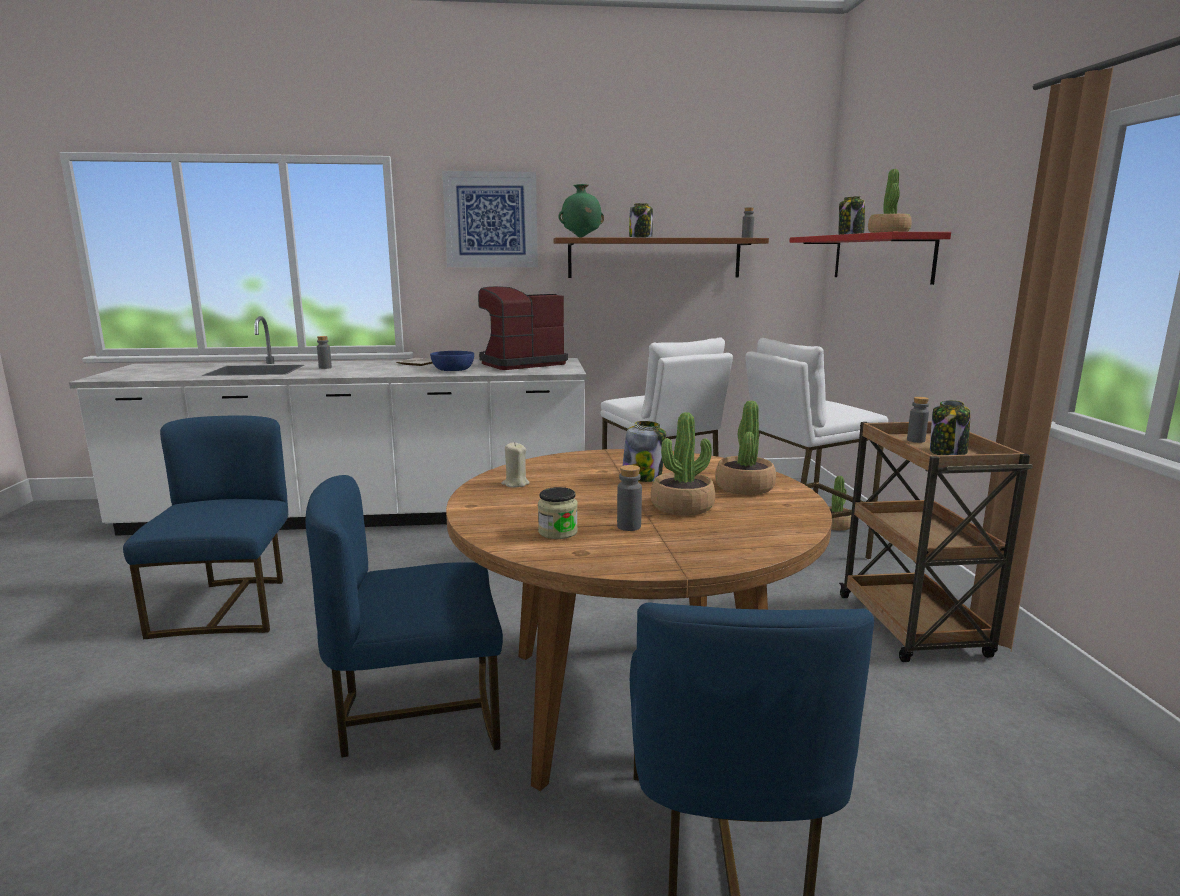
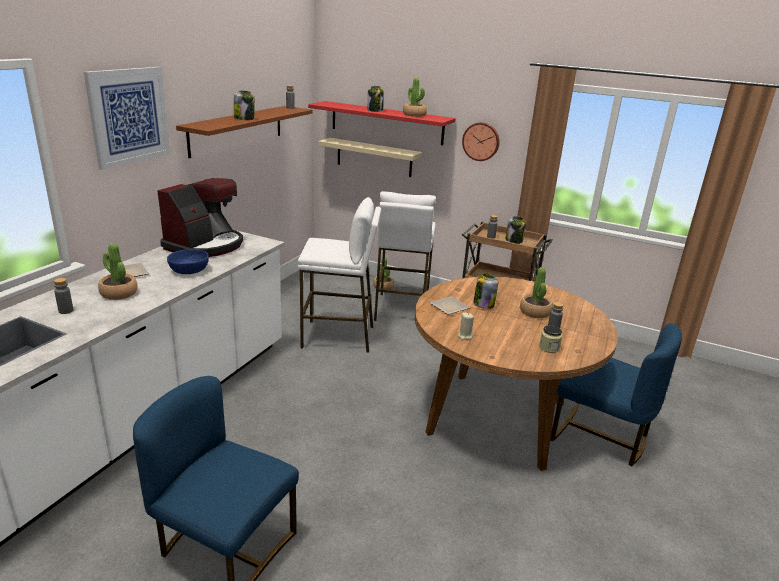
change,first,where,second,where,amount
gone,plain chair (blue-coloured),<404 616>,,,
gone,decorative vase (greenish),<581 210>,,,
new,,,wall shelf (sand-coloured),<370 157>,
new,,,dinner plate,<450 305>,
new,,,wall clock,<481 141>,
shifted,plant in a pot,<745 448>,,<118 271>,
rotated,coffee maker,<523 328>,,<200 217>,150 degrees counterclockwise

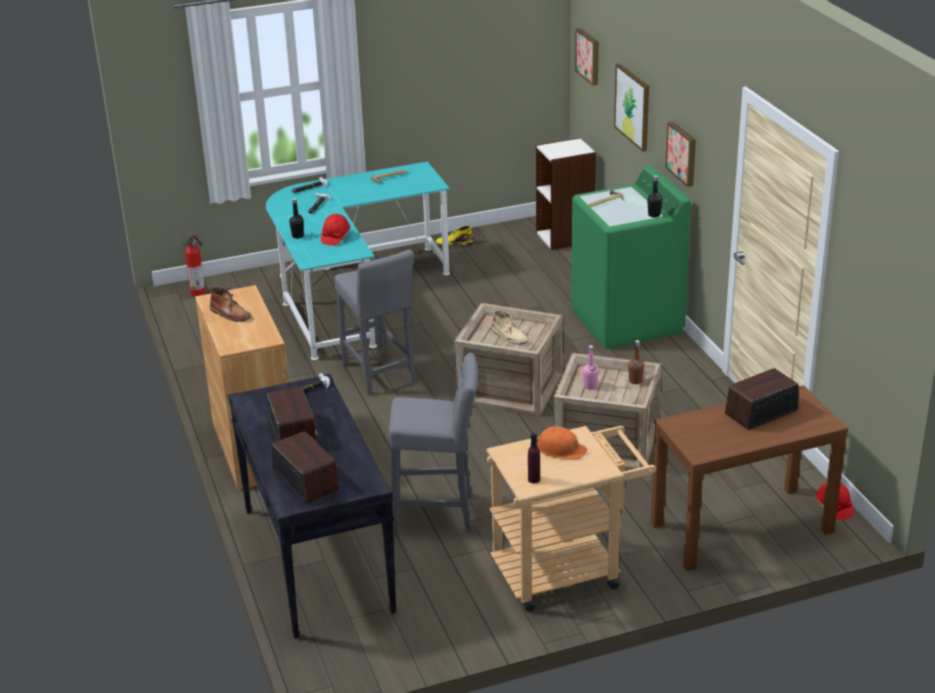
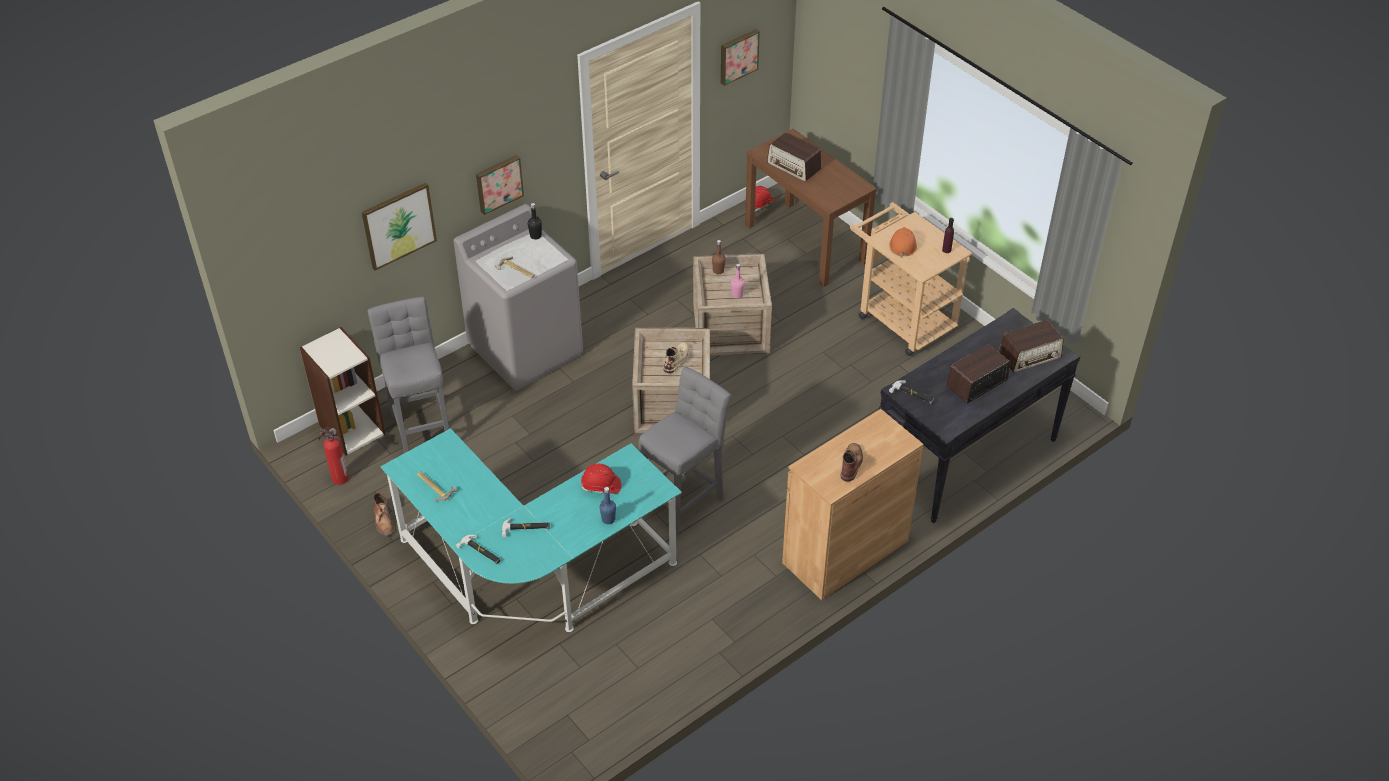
change,first,where,second,where,amount
shifted,fire extinguisher,<194 265>,,<334 456>,
shifted,stool seat (gray),<433 442>,,<408 375>,
shifted,picture,<587 57>,,<740 57>,
repainted,bottle (black-coloured),<296 218>,bottle (blue-coloured),<607 505>,
repainted,tall boot (yellow),<455 236>,tall boot (brownish),<384 514>,
repainted,washing machine (greenish),<631 257>,washing machine (gray),<518 297>,
rotated,radio set,<305 467>,,<1031 346>,150 degrees counterclockwise

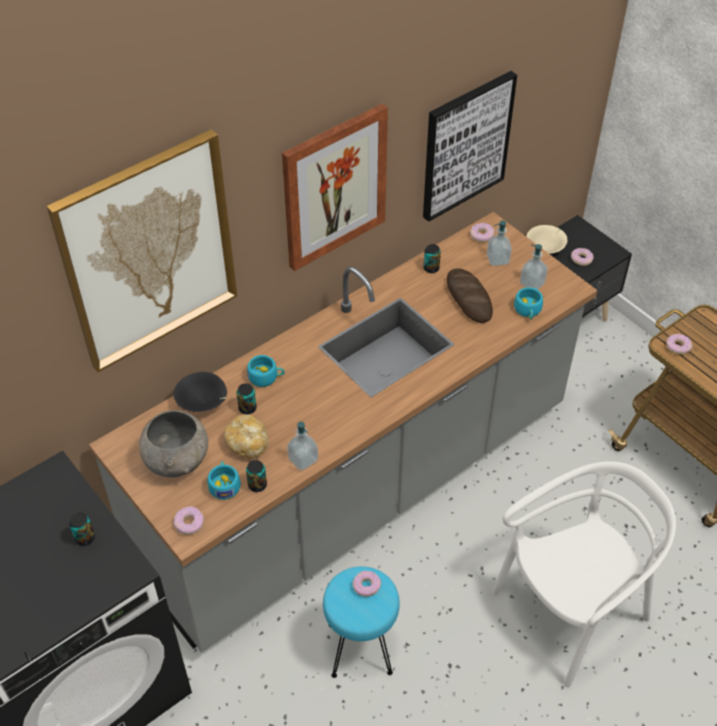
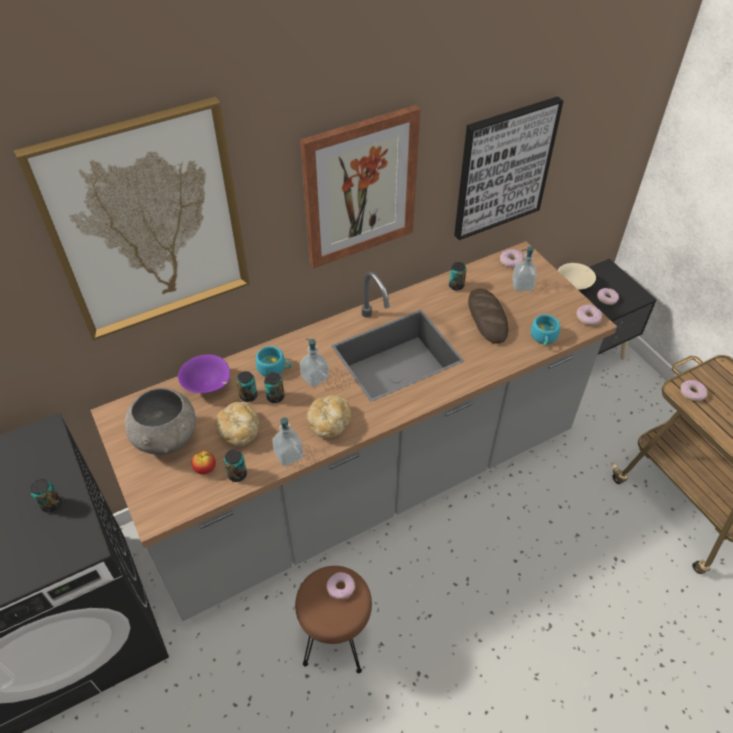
change,first,where,second,where,amount
gone,plain chair (white),<584 574>,,,
new,,,sealed can,<274 387>,
new,,,bakery bread,<329 416>,
shifted,ring doughnut,<189 520>,,<589 315>,
shifted,soap bottle,<534 267>,,<314 362>,
swapped,drinking cup (blue-green),<224 480>,apple,<204 462>,
repainted,serving bowl (black-coloured),<200 392>,serving bowl (purple),<204 373>,
repainted,stool seat (blue-green),<361 622>,stool seat (brownish),<333 619>,

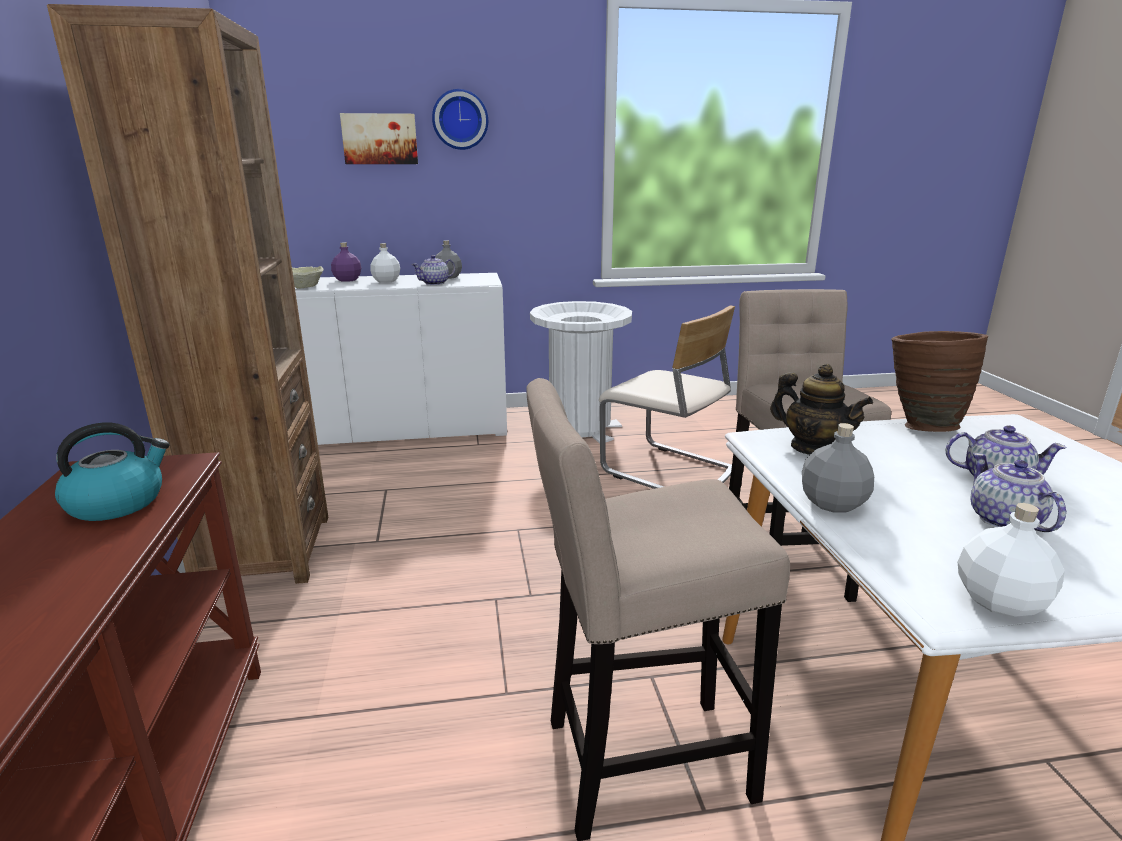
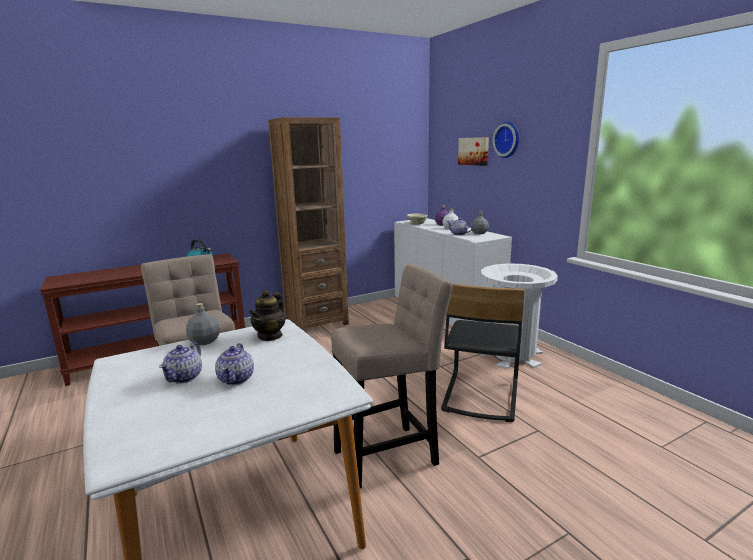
change,first,where,second,where,amount
gone,decorative vase (brownish),<939 381>,,,
gone,bottle (white),<1011 560>,,,
repainted,plain chair (sand-coloured),<667 397>,plain chair (black-coloured),<483 353>,
rotated,tea pot,<1018 492>,,<180 363>,135 degrees clockwise

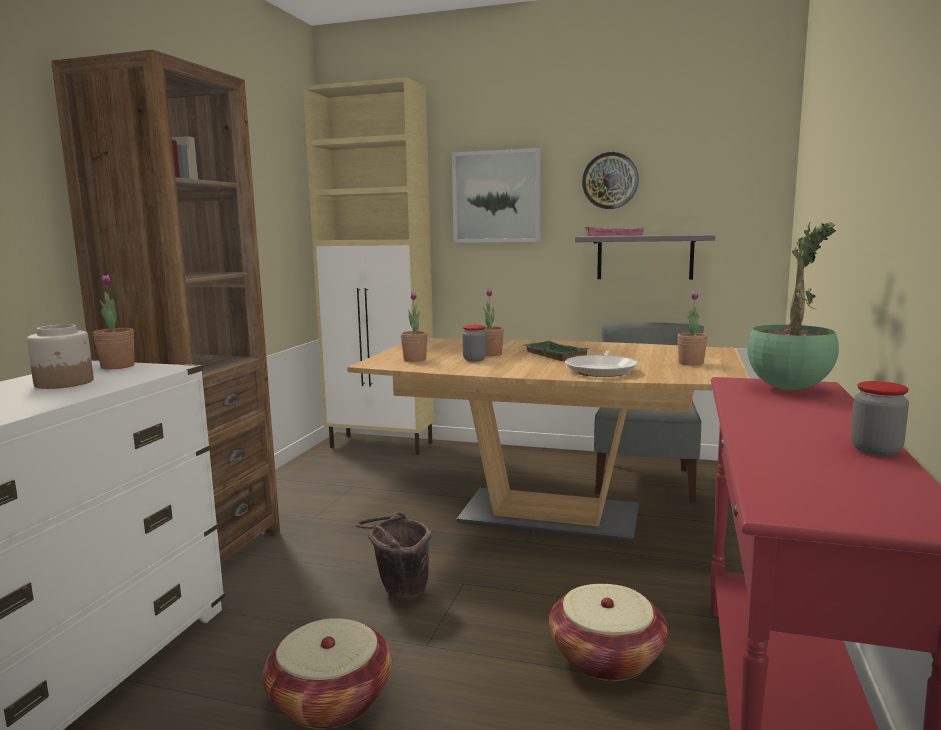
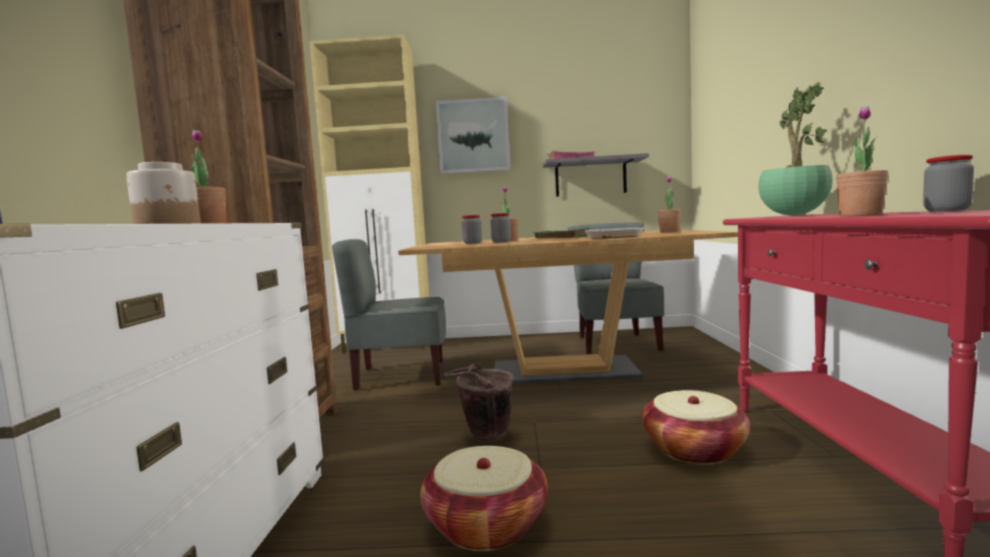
change,first,where,second,where,amount
gone,wall clock,<610 180>,,,
new,,,plain chair (gray),<389 315>,
new,,,storage jar,<472 229>,
shifted,plant in a pot,<414 327>,,<862 161>,

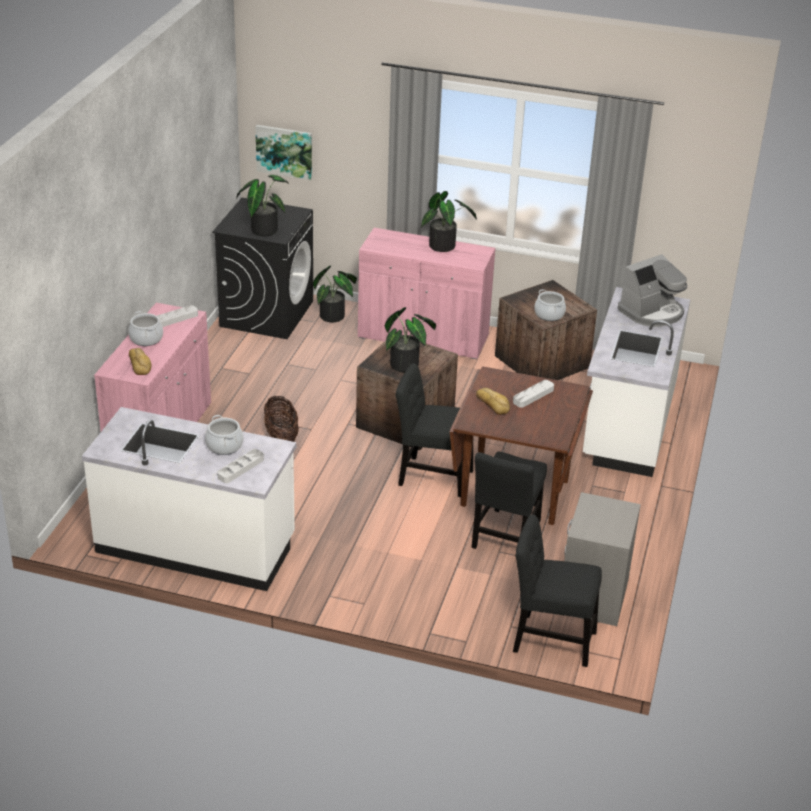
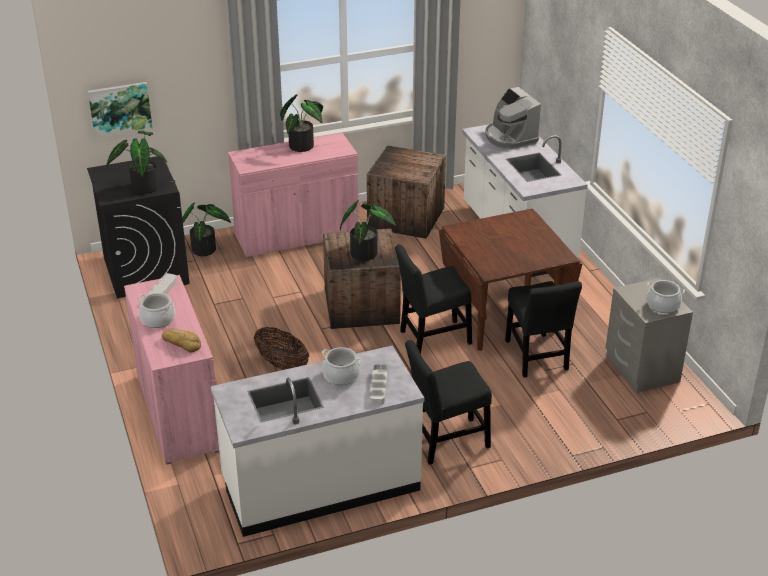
change,first,where,second,where,amount
gone,bakery bread,<493 401>,,,
gone,tray (gray),<533 394>,,,
shifted,plain chair (black-coloured),<557 590>,,<448 402>,
shifted,cooking pot,<550 305>,,<666 296>,
rotated,coffee maker,<652 290>,,<513 118>,135 degrees clockwise

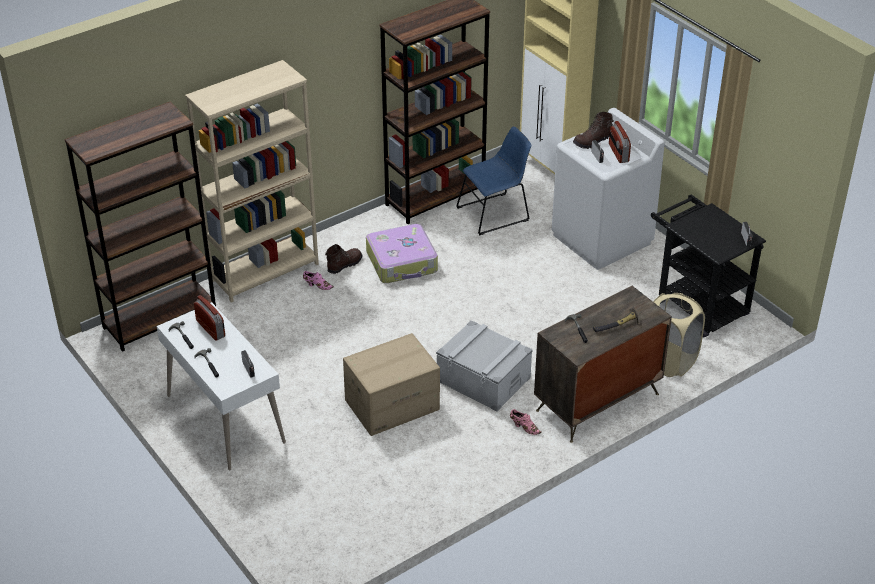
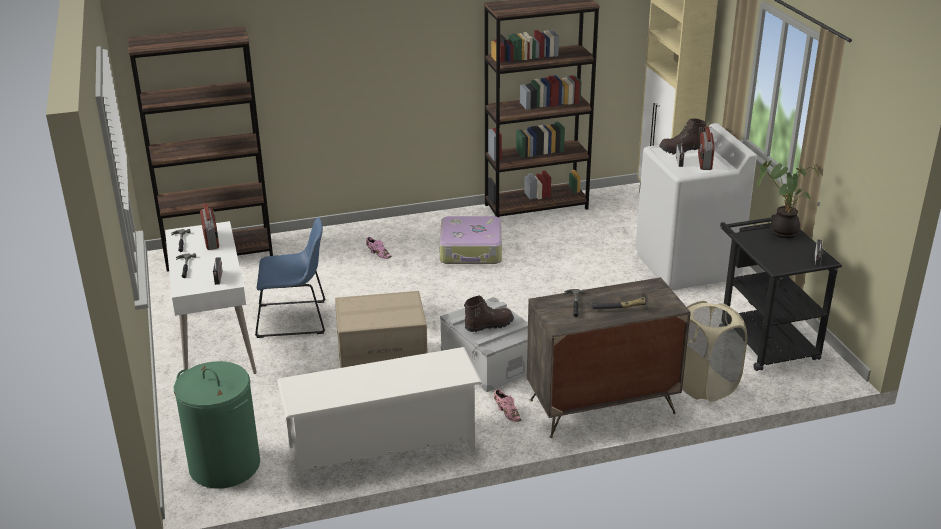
change,first,where,second,where,amount
gone,bookcase (sand-coloured),<252 181>,,,
new,,,laundry basket (greenish),<217 425>,
new,,,shoe rack (white),<379 416>,
new,,,plant in a pot,<788 199>,
shifted,tall boot (brownish),<343 259>,,<489 313>,
shifted,plain chair (blue-coloured),<493 180>,,<290 277>,

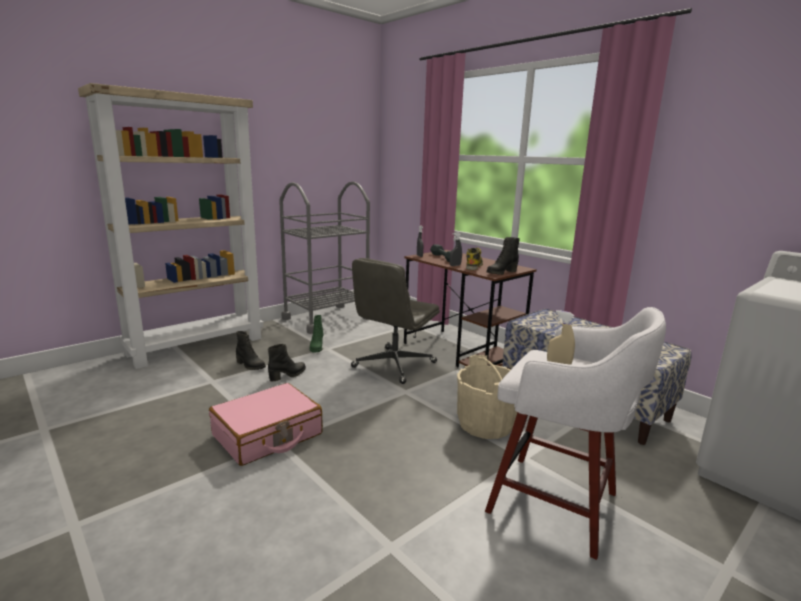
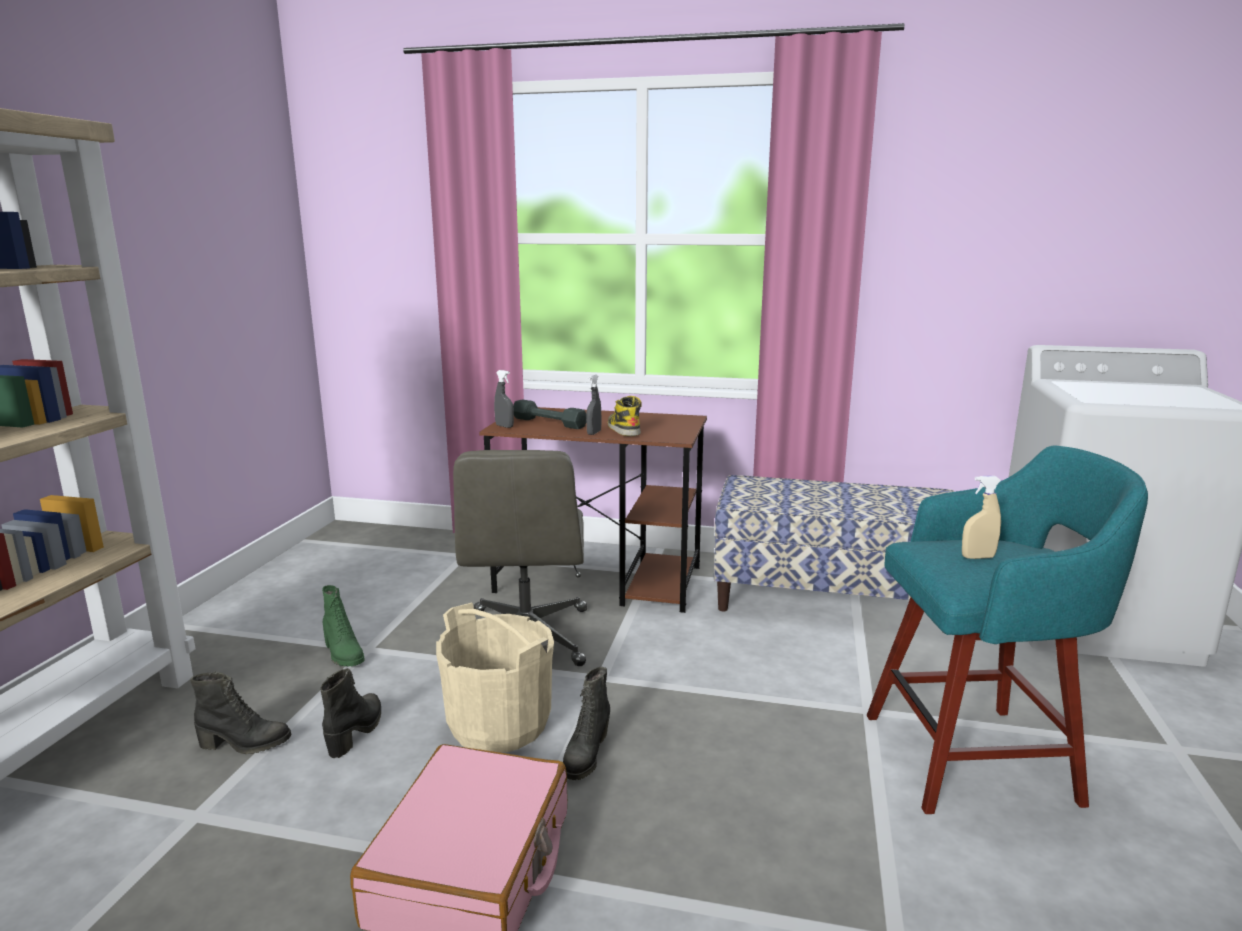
change,first,where,second,where,amount
gone,trolley (gray),<324 257>,,,
shifted,bucket (sand-coloured),<487 397>,,<495 678>,
shifted,tall boot (black-coloured),<503 256>,,<586 723>,
repainted,stool seat (white),<575 433>,stool seat (blue-green),<1007 630>,

